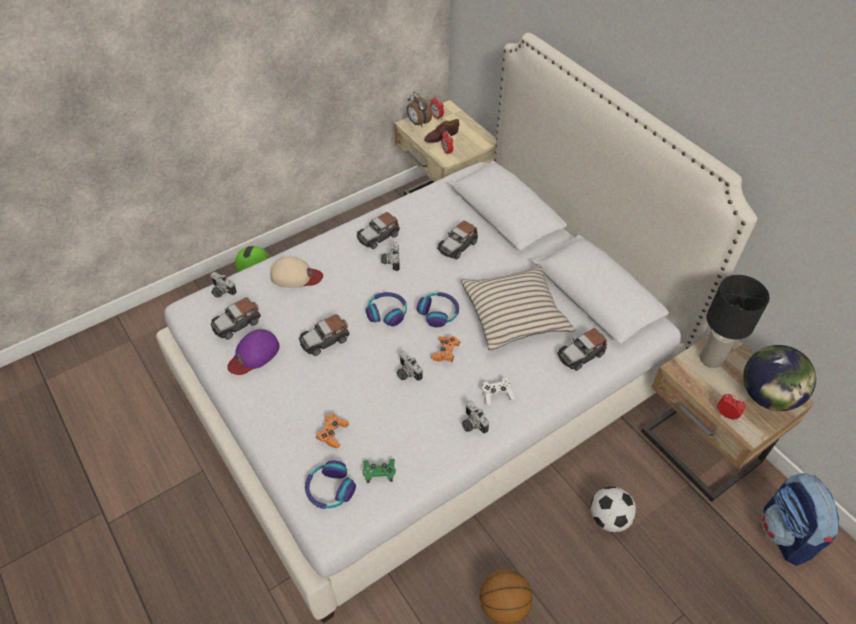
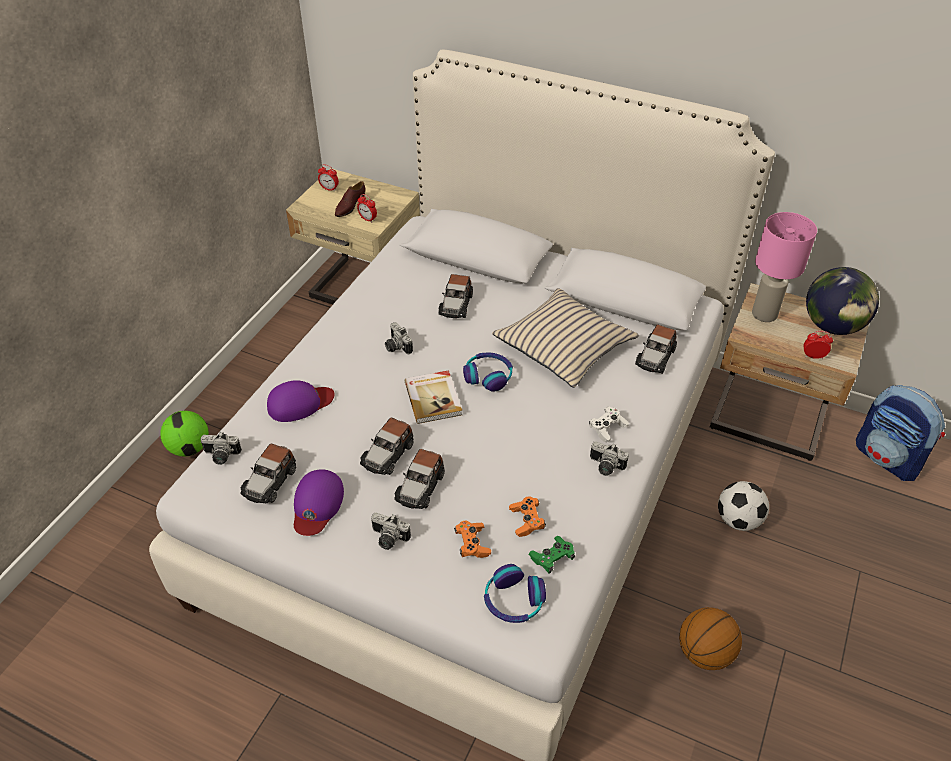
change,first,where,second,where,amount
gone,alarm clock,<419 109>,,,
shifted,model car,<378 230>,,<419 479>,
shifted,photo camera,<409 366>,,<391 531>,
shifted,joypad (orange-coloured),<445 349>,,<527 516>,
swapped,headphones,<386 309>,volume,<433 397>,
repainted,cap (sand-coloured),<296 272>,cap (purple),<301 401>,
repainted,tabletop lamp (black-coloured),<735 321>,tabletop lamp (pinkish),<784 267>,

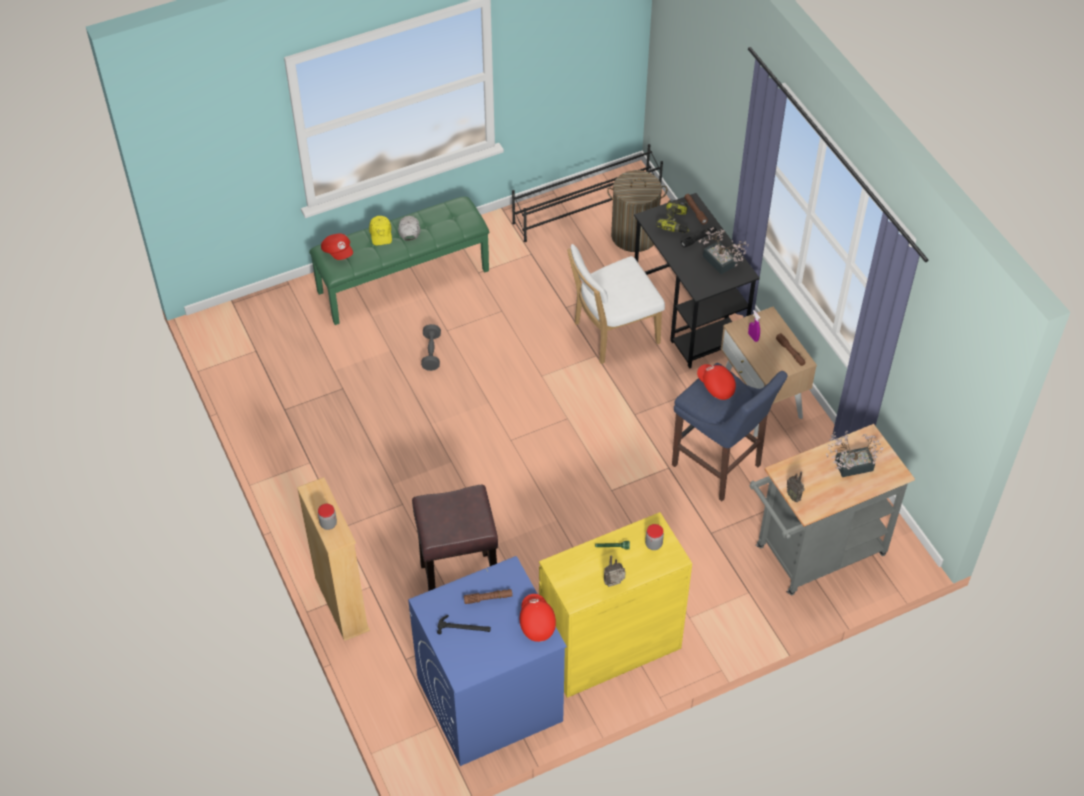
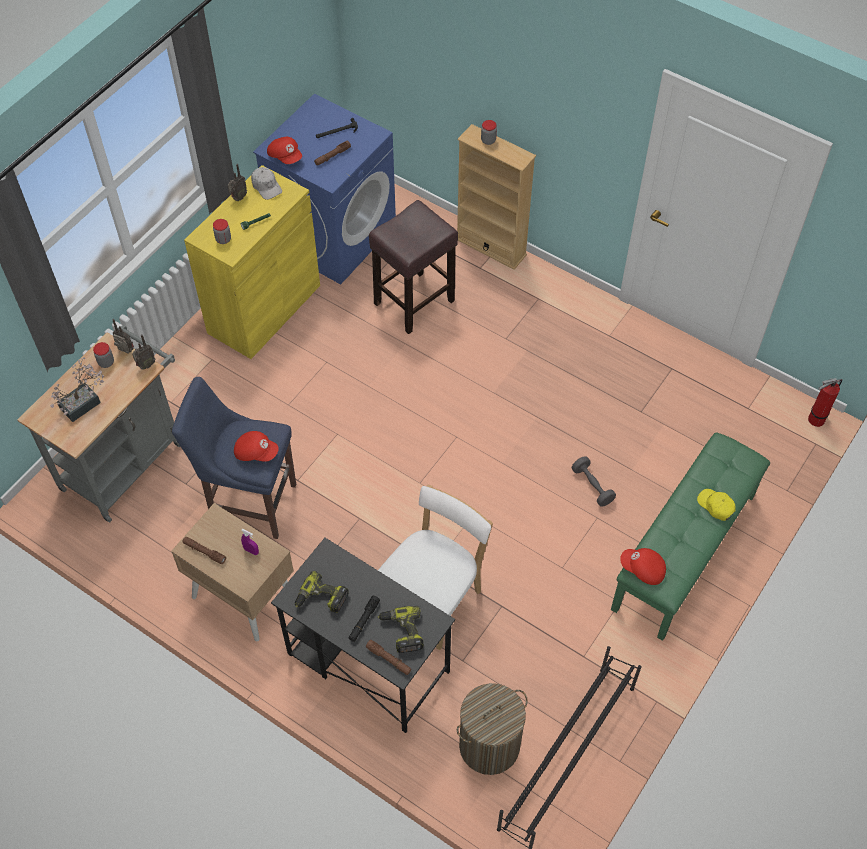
change,first,where,second,where,amount
new,,,storage jar,<103 355>,
new,,,radio set,<143 352>,
new,,,fire extinguisher,<825 402>,
shifted,cap (red),<337 246>,,<643 566>,
shifted,cap (white),<409 228>,,<266 183>,
swapped,plant in a pot,<723 250>,drill,<322 592>,

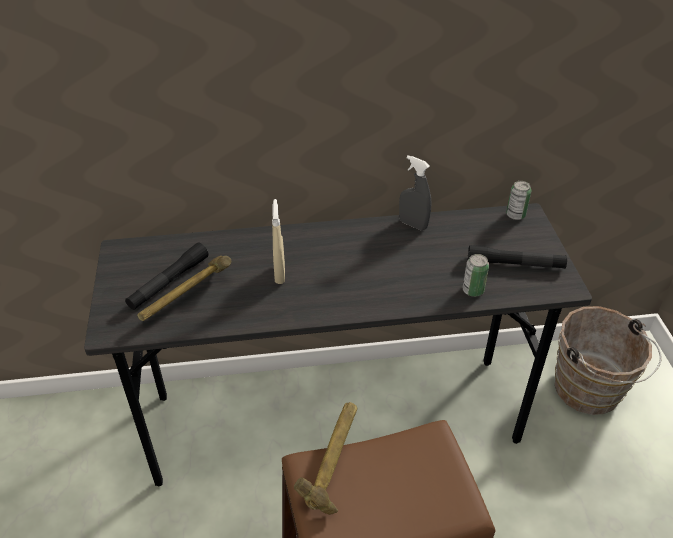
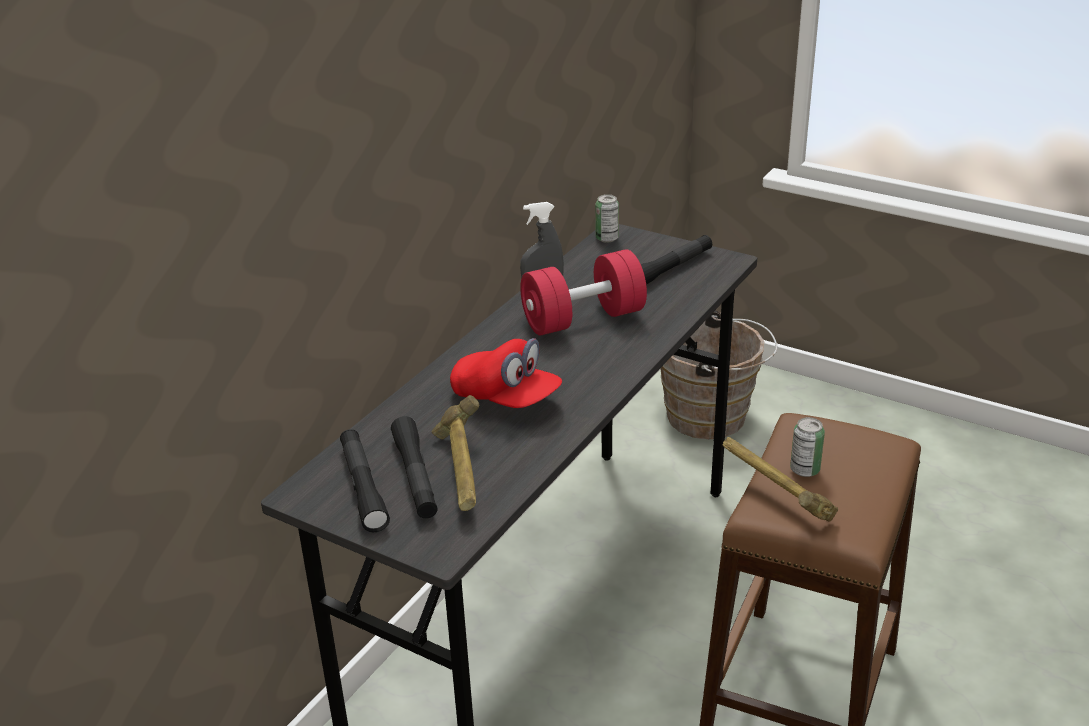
change,first,where,second,where,amount
new,,,flashlight (black-coloured),<365 480>,
new,,,hand weight (red),<583 292>,
shifted,sealed can,<476 275>,,<807 447>,
swapped,spray bottle (sand-coloured),<278 241>,cap (red),<506 373>,

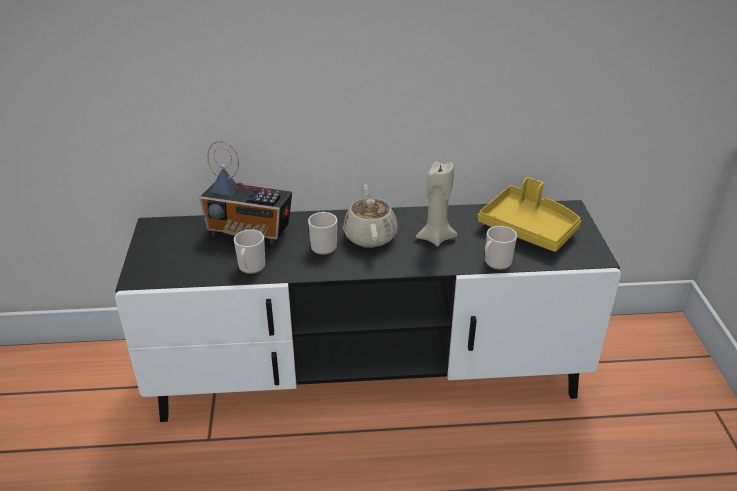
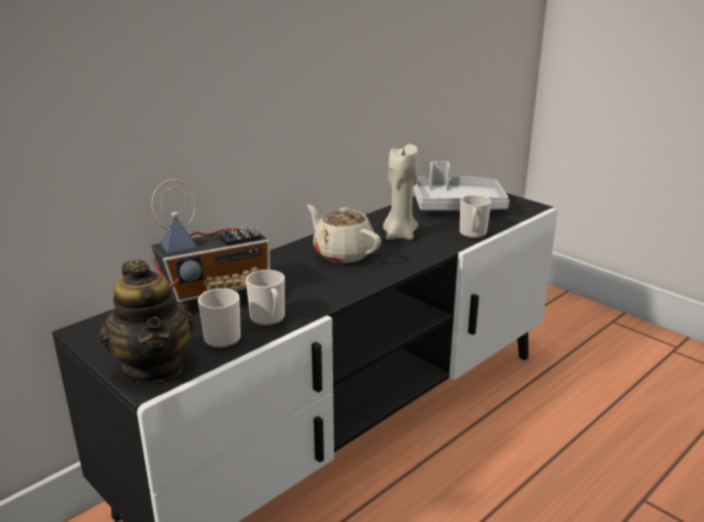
change,first,where,second,where,amount
new,,,tea pot,<147 321>,
shifted,coffee mug,<322 233>,,<219 318>,
repainted,tray (yellow),<529 214>,tray (gray),<461 185>,

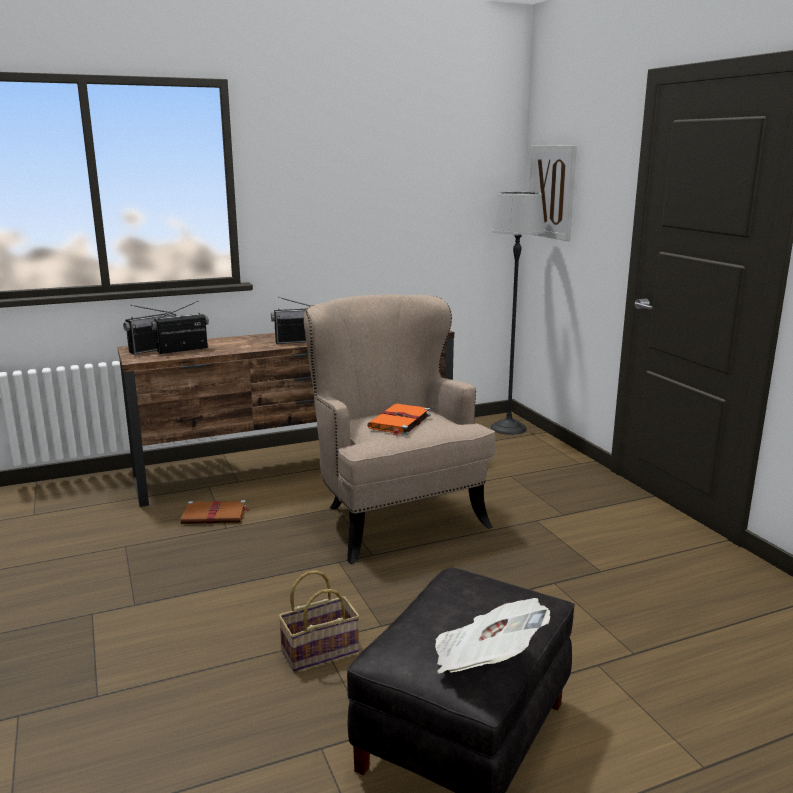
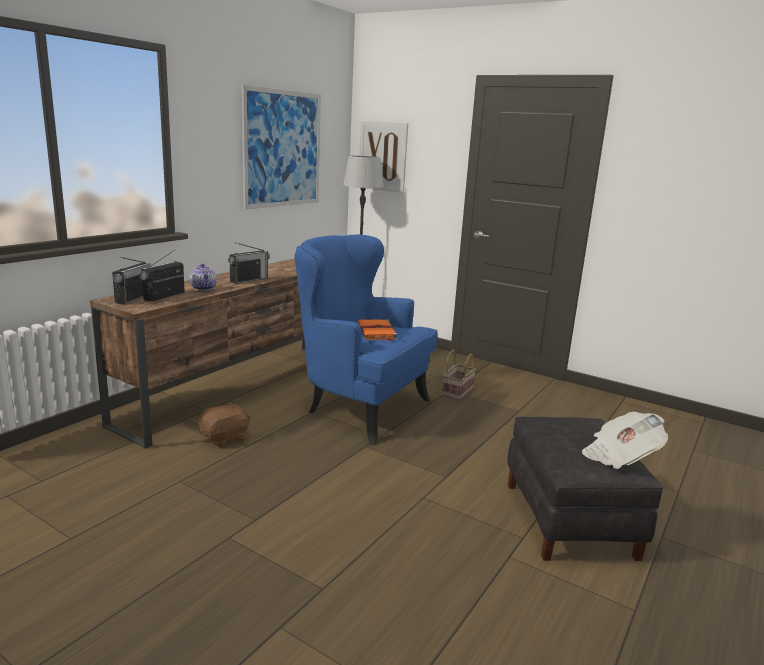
change,first,where,second,where,amount
new,,,tea pot,<203 277>,
new,,,picture,<281 147>,
shifted,household basket,<319 620>,,<458 375>,
swapped,volume (brownish),<215 512>,cuddly toy (brownish),<225 424>,
repainted,easy chair (sand-coloured),<400 429>,easy chair (blue-coloured),<366 340>,

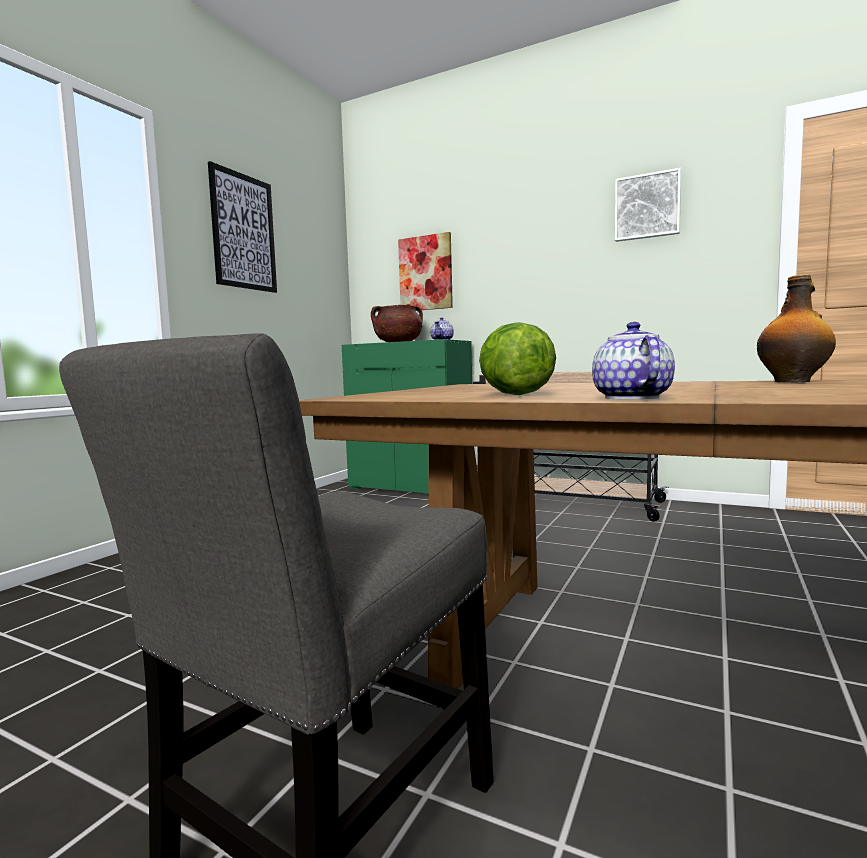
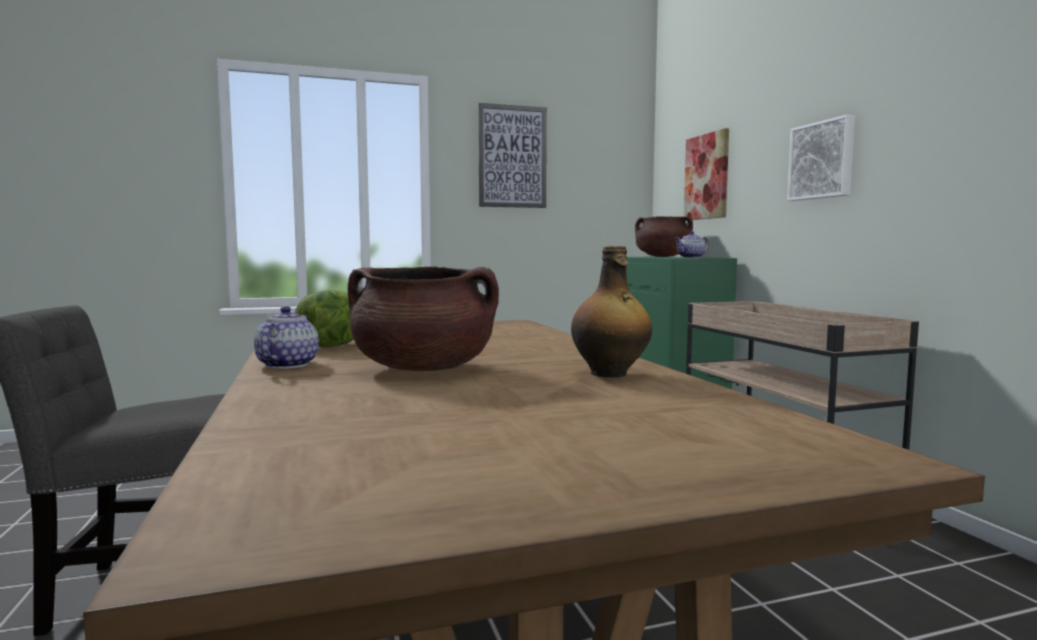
change,first,where,second,where,amount
new,,,cooking pot (brownish),<423 318>,
shifted,picture,<648 205>,,<821 157>,
rotated,tea pot,<633 361>,,<286 337>,45 degrees counterclockwise

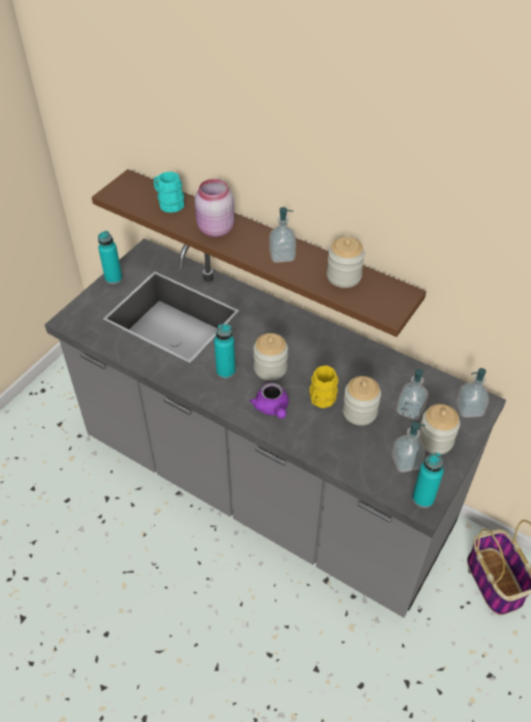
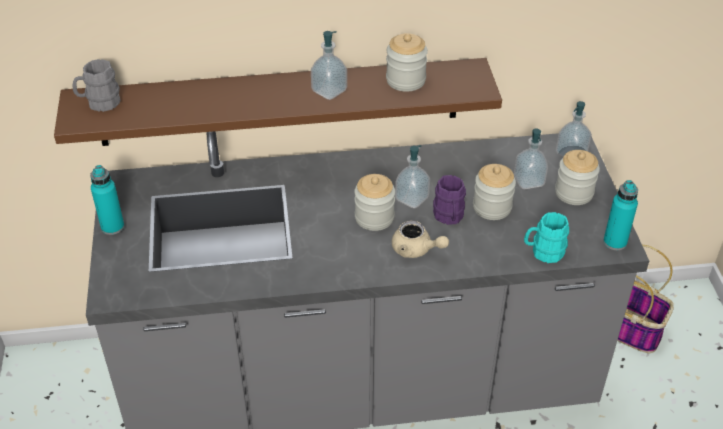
change,first,where,second,where,amount
gone,storage jar (pinkish),<215 208>,,,
gone,bottle (blue-green),<225 351>,,,
new,,,coffee mug (gray),<96 85>,
shifted,coffee mug (blue-green),<169 192>,,<546 237>,
shifted,soap bottle,<409 447>,,<412 177>,
repainted,tea pot (purple),<269 401>,tea pot (sand-coloured),<420 239>,
repainted,coffee mug (yellow),<324 386>,coffee mug (purple),<449 200>,

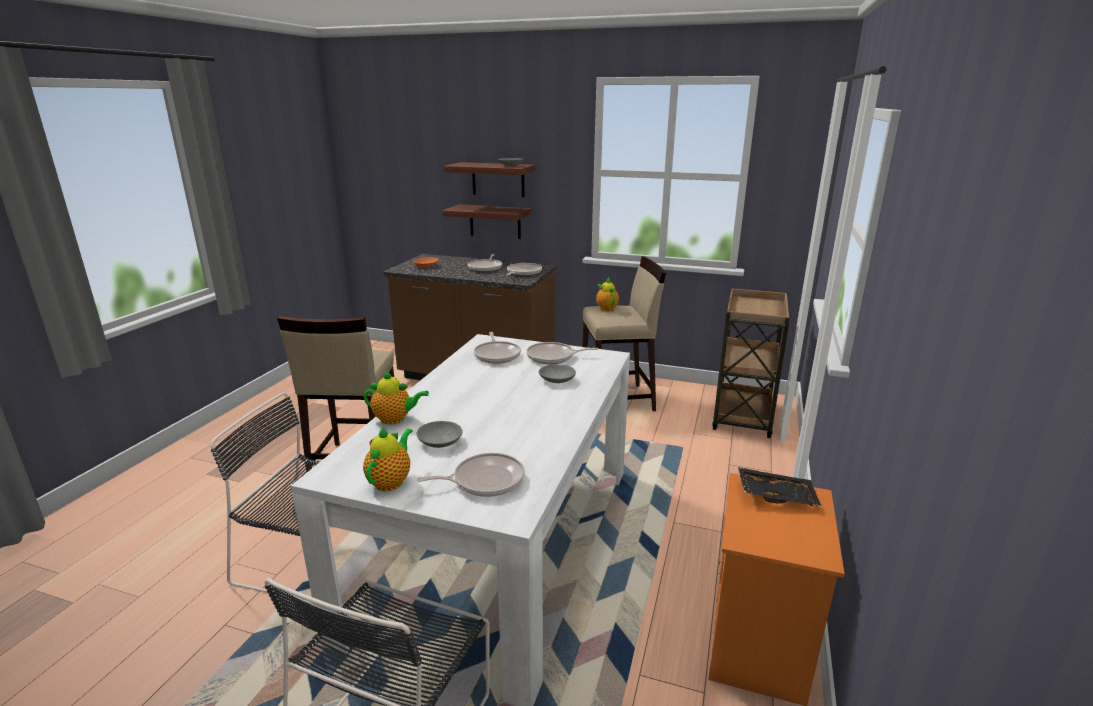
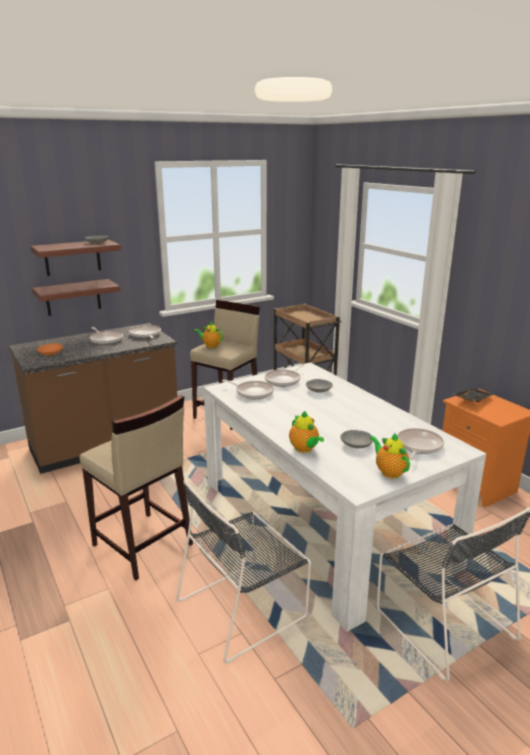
change,first,where,second,where,amount
rotated,tea pot,<396 397>,,<306 432>,105 degrees clockwise

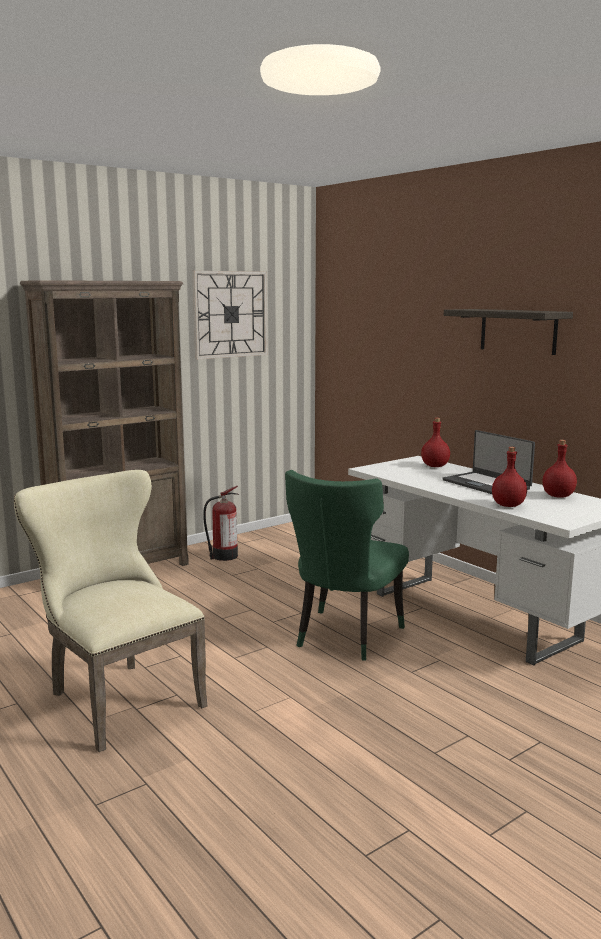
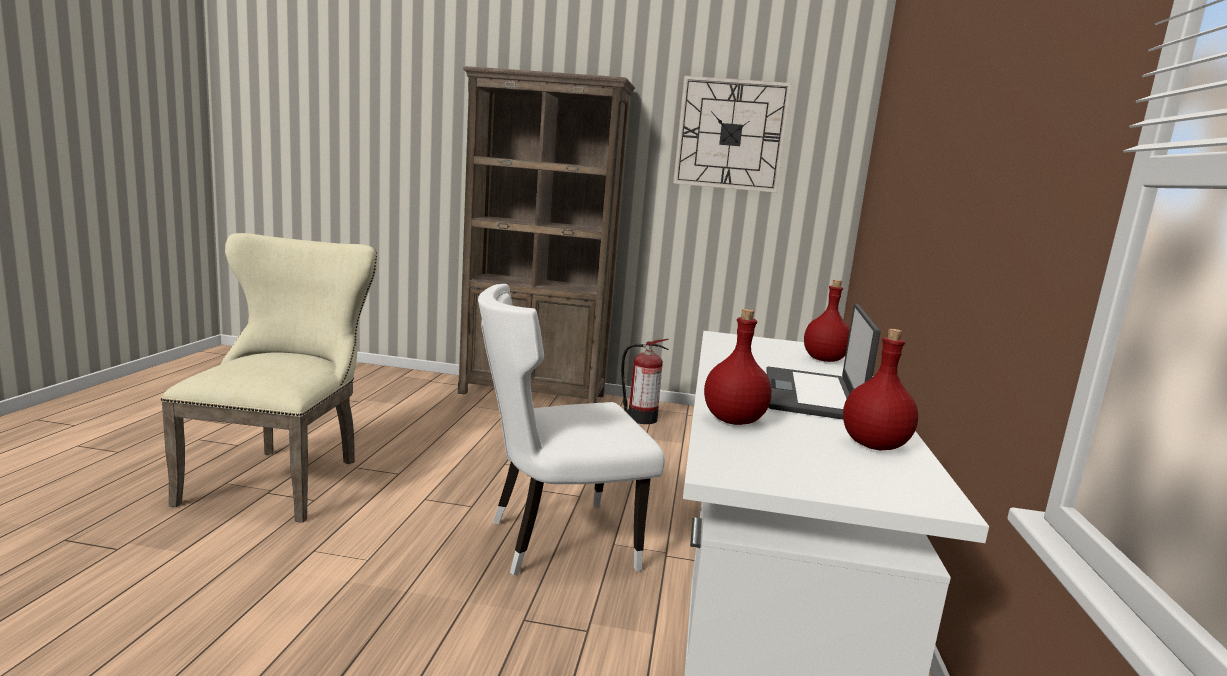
change,first,where,second,where,amount
gone,wall shelf,<508 332>,,,
repainted,plain chair (greenish),<347 565>,plain chair (white),<571 429>,

